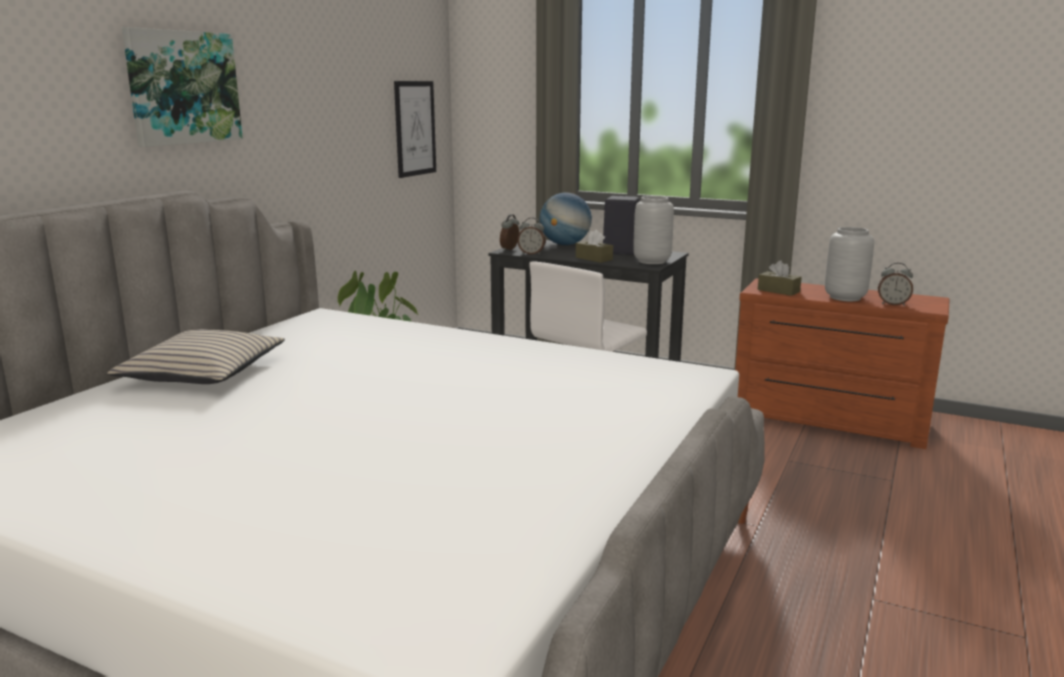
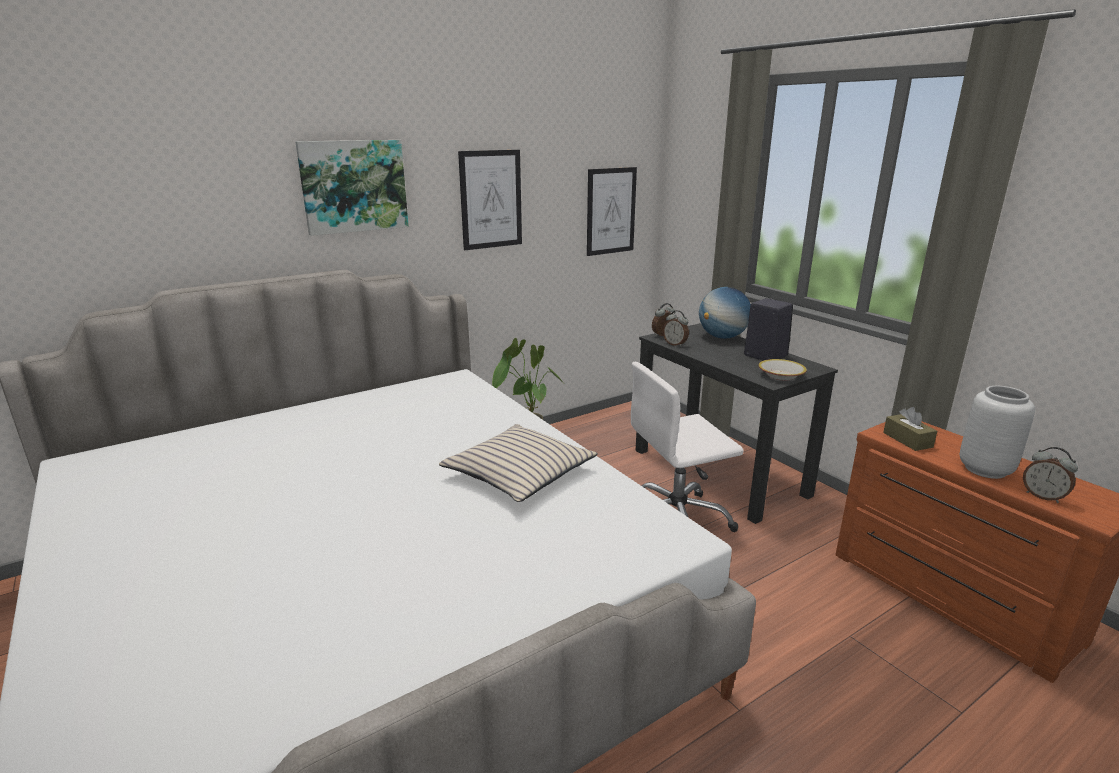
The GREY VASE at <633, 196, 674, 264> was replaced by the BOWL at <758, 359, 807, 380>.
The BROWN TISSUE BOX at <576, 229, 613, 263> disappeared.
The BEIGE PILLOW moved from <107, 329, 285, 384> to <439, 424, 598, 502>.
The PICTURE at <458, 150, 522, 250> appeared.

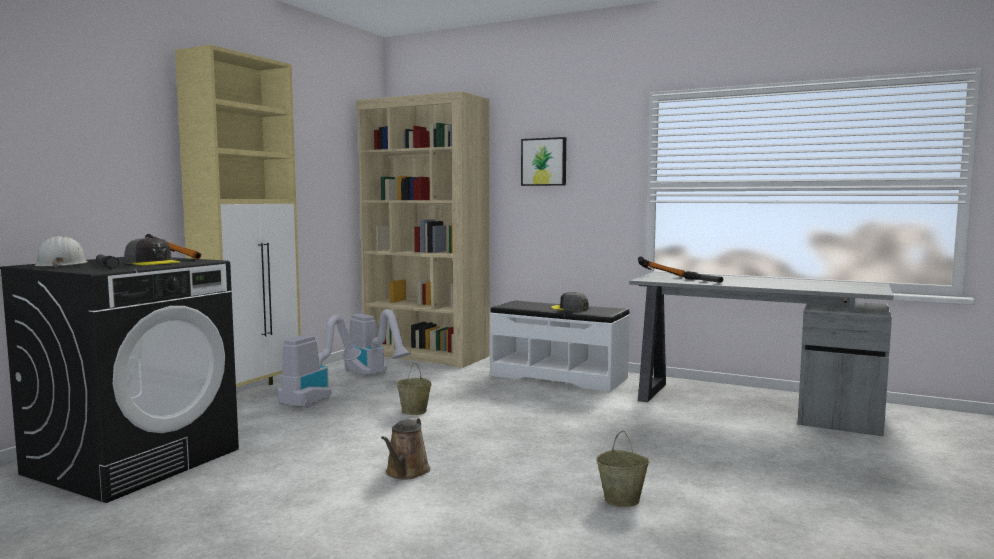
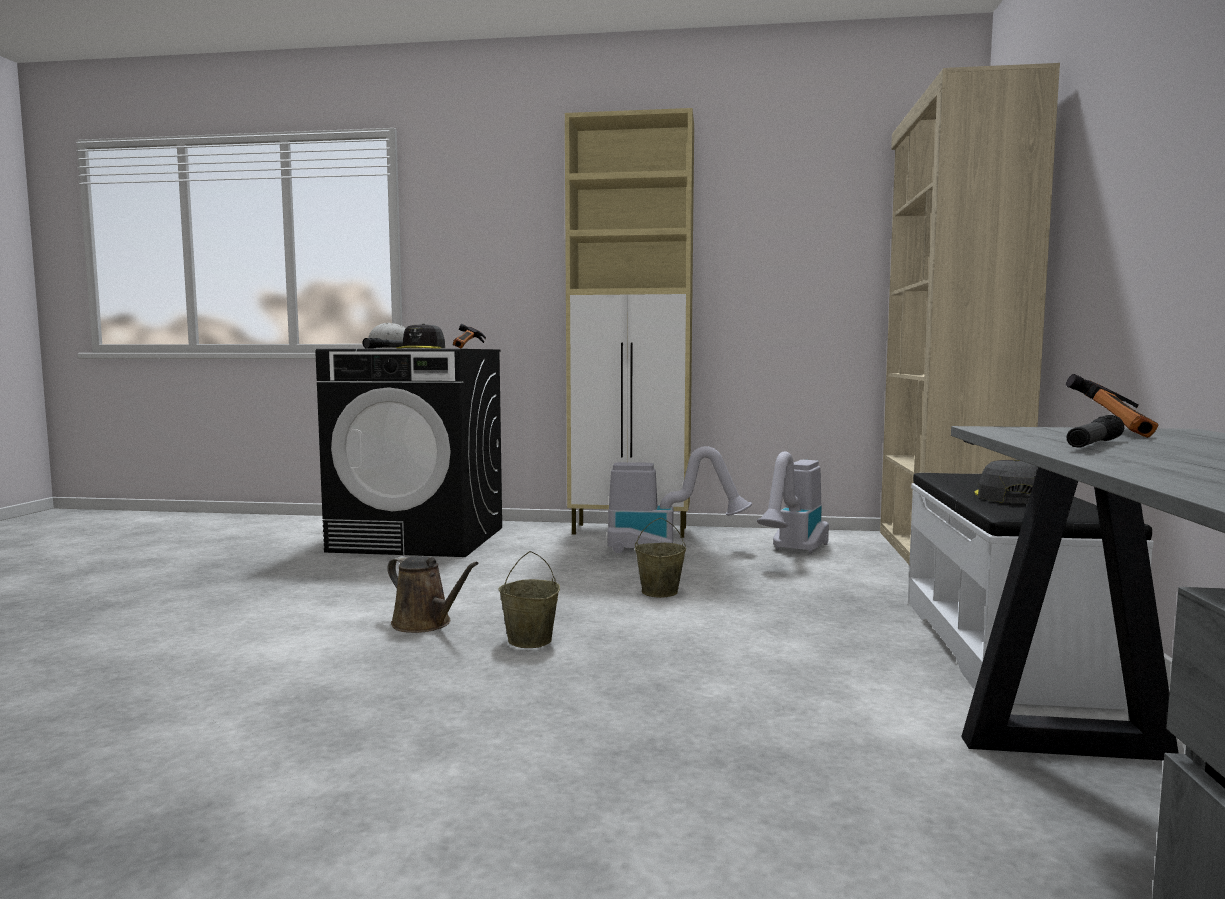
The PICTURE at <521, 137, 566, 186> disappeared.
The BROWN WATERING CAN at <381, 418, 430, 479> turned 135 degrees counterclockwise.
The BEIGE BUCKET moved from <596, 431, 650, 507> to <498, 551, 560, 648>.

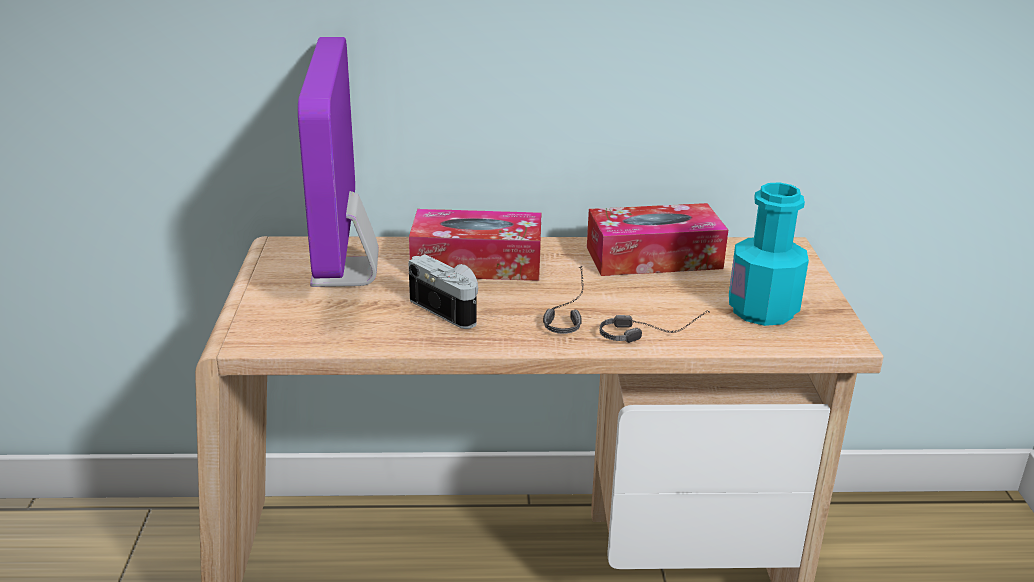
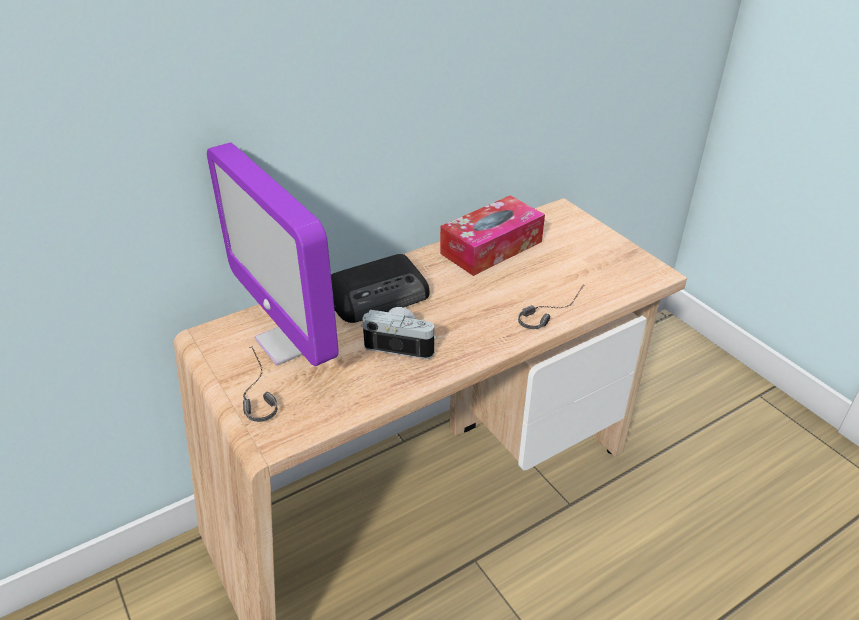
The TURQUOISE BOTTLE at <729, 182, 809, 326> disappeared.
The TISSUE BOX at <409, 209, 541, 281> was replaced by the RADIO at <331, 254, 430, 323>.
The HEADPHONES moved from <543, 266, 584, 334> to <243, 346, 277, 422>.

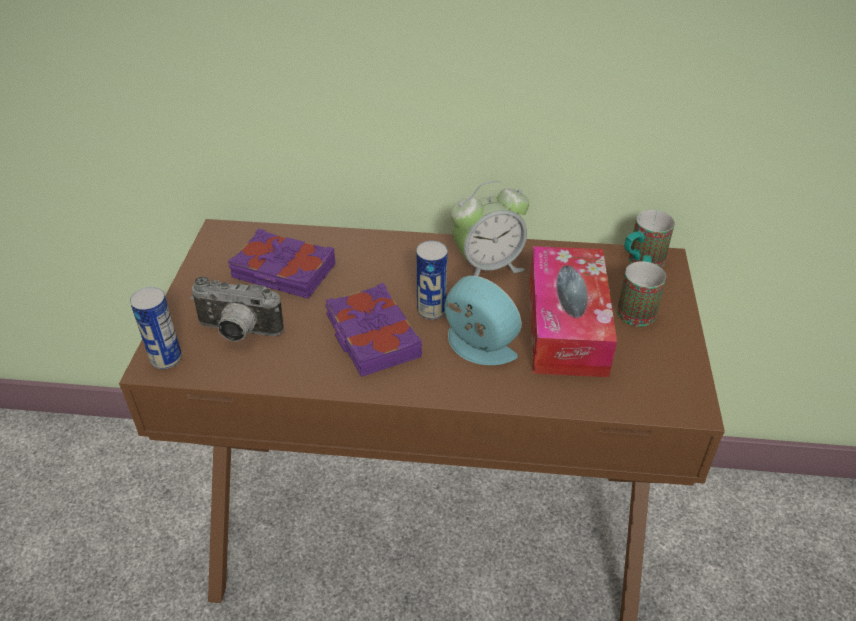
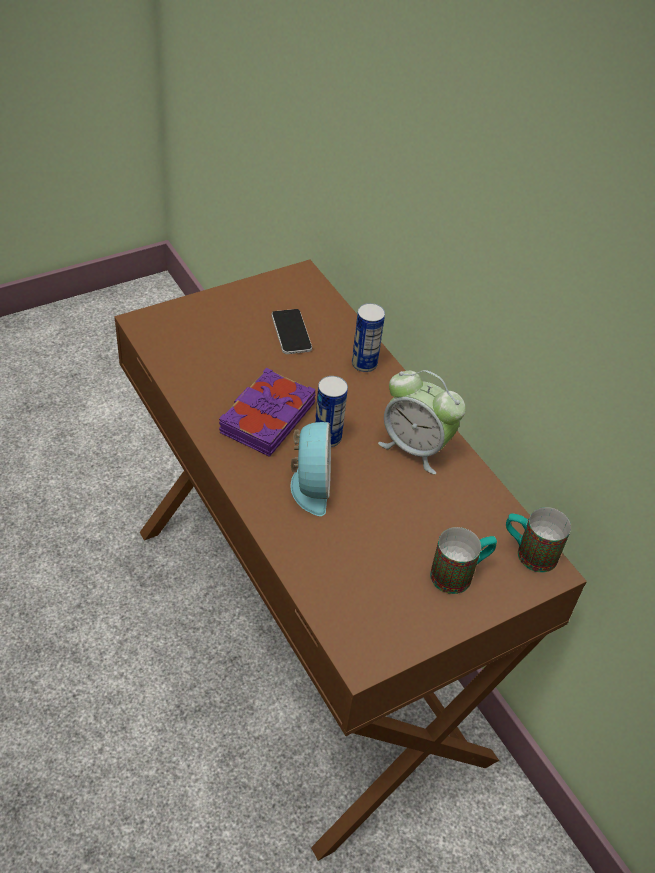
The PURPLE BOOK at <228, 229, 335, 299> was replaced by the PHONE at <271, 309, 312, 354>.
The TISSUE BOX at <529, 246, 617, 377> disappeared.
The PHOTO CAMERA at <190, 276, 284, 341> disappeared.
The CAN moved from <130, 287, 182, 369> to <352, 303, 385, 372>.

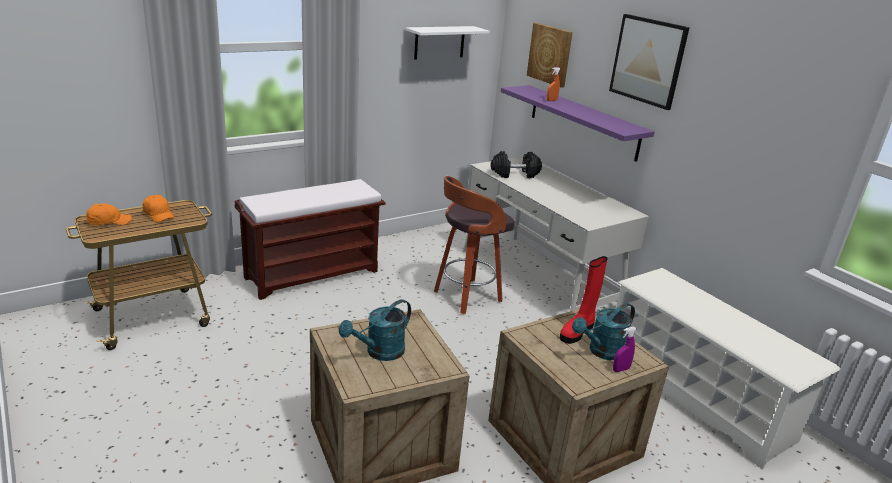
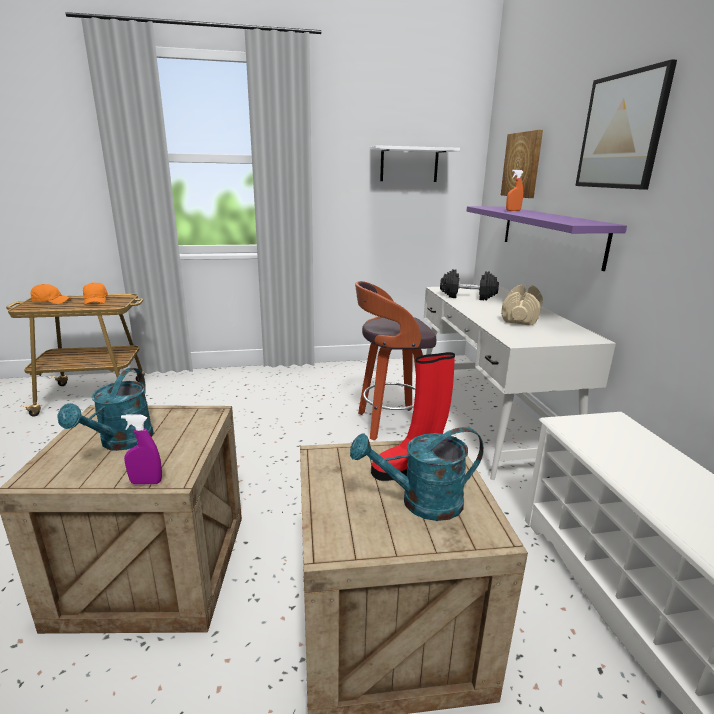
The BROWN BENCH at <235, 179, 386, 300> disappeared.
The TURQUOISE WATERING CAN at <339, 299, 411, 361> turned 60 degrees counterclockwise.
The PURPLE SPRAY BOTTLE moved from <613, 326, 637, 372> to <121, 414, 162, 485>.
The BEIGE DUMBBELL at <501, 284, 543, 326> appeared.

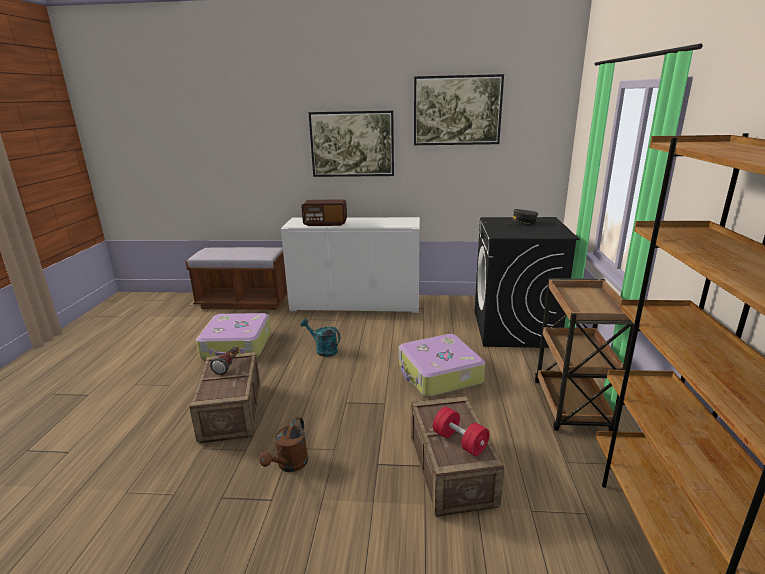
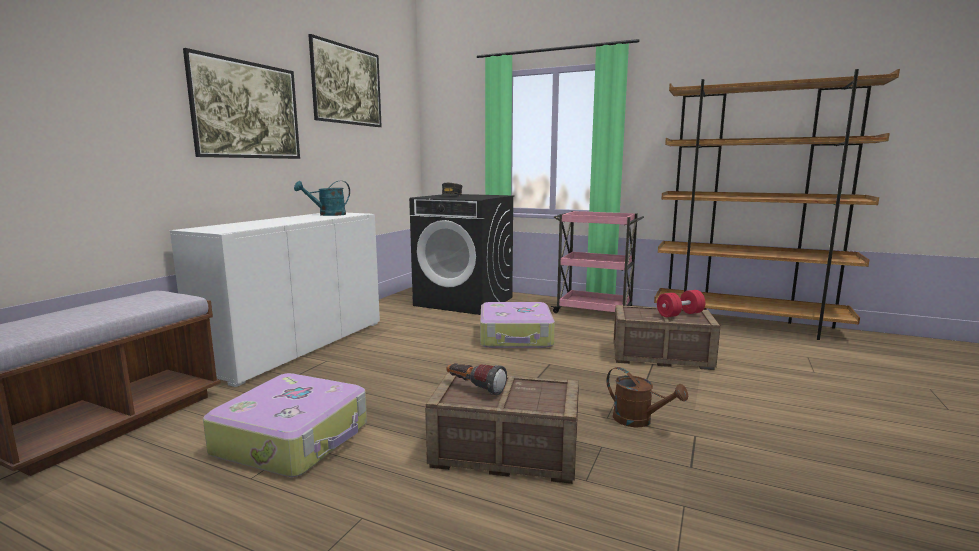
The RADIO at <301, 199, 347, 226> disappeared.
The BROWN CART at <535, 278, 634, 431> became the PINK CART at <551, 211, 644, 313>.
The TURQUOISE WATERING CAN moved from <300, 319, 340, 357> to <294, 181, 350, 216>.

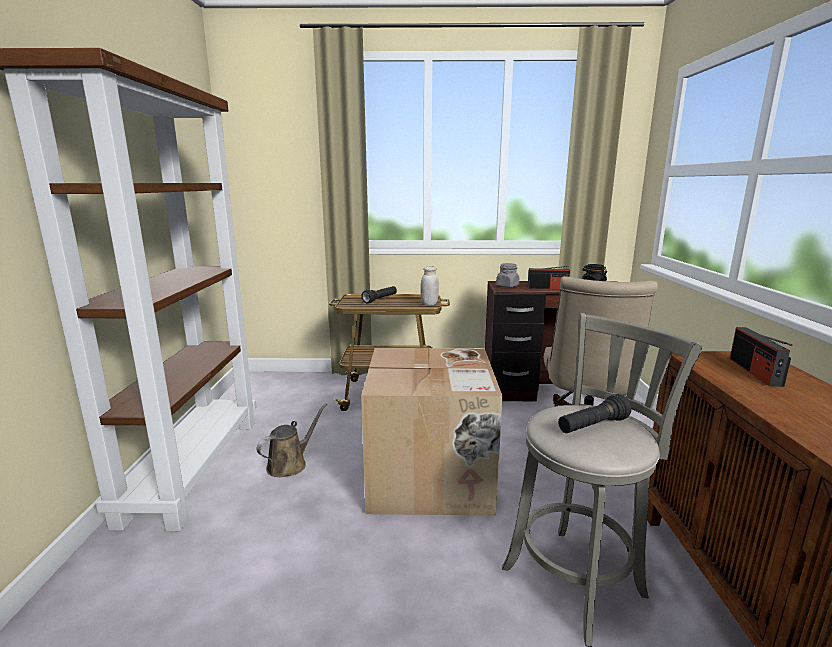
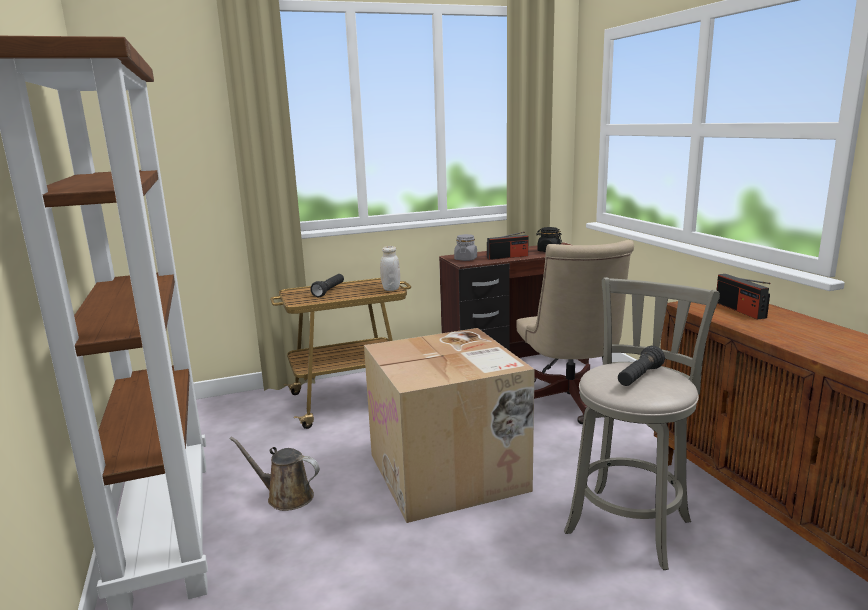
The BROWN WATERING CAN at <257, 403, 327, 477> turned 90 degrees counterclockwise.

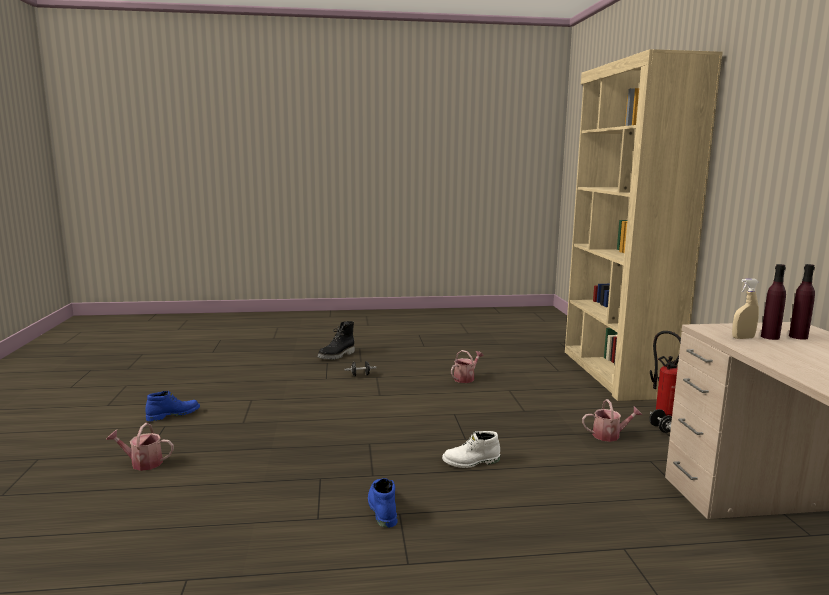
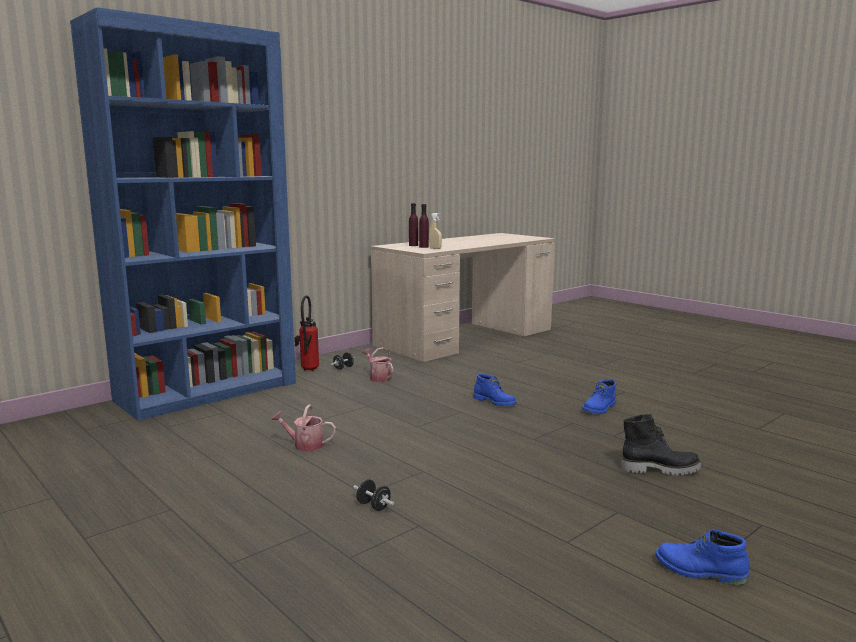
The BEIGE BOOKCASE at <565, 49, 723, 401> became the BLUE BOOKCASE at <70, 7, 296, 420>.
The BLACK BOOT moved from <318, 321, 355, 360> to <621, 414, 701, 476>.
The WATERING CAN at <106, 423, 174, 471> disappeared.
The WHITE BOOT at <442, 431, 500, 468> became the BLUE BOOT at <473, 374, 517, 406>.

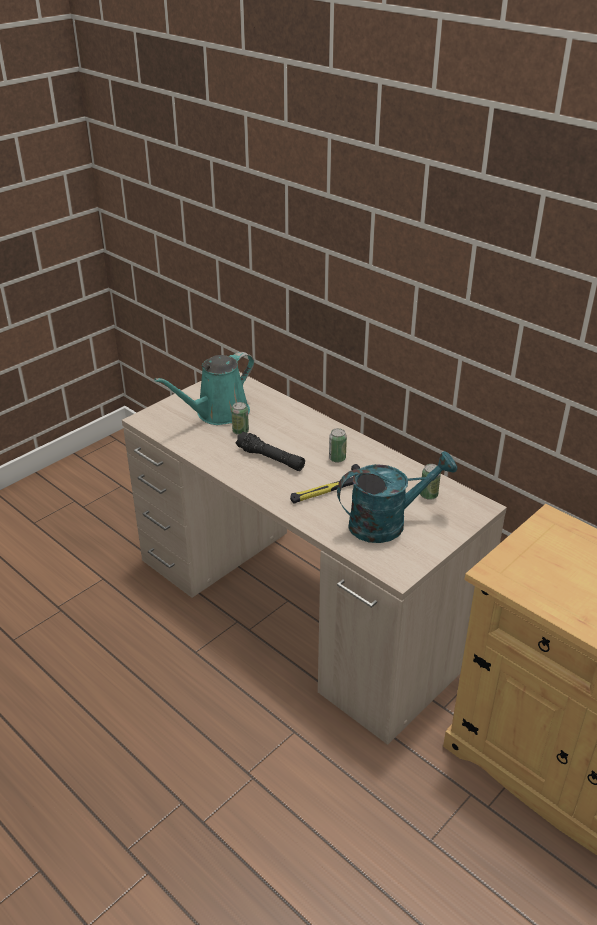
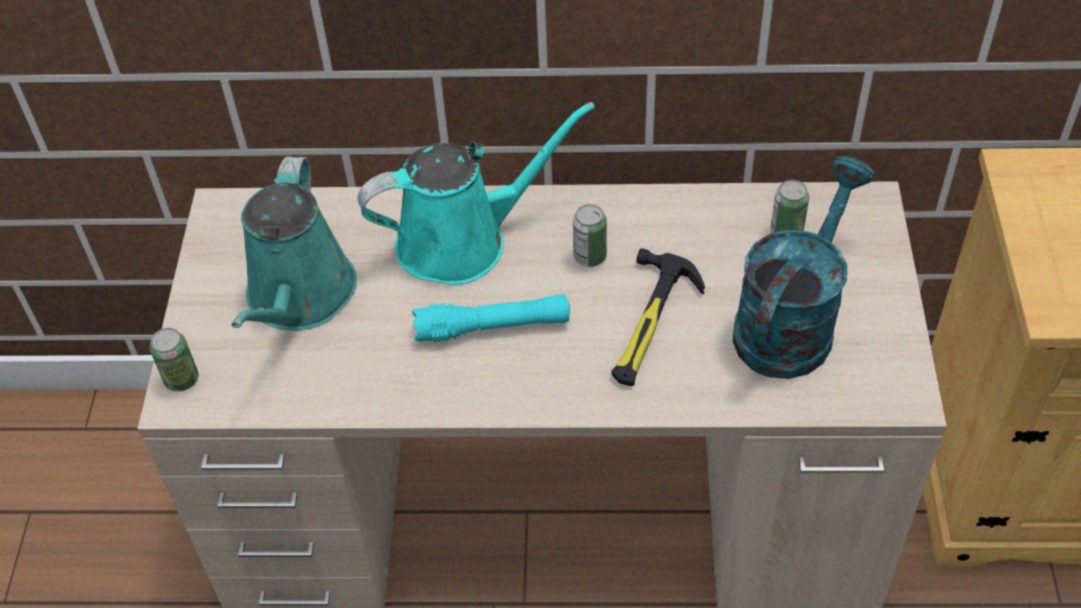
The CAN moved from <231, 402, 249, 435> to <150, 328, 198, 392>.
The BLACK FLASHLIGHT at <235, 431, 305, 471> became the TURQUOISE FLASHLIGHT at <412, 294, 570, 342>.
The TURQUOISE WATERING CAN at <358, 102, 595, 285> appeared.

